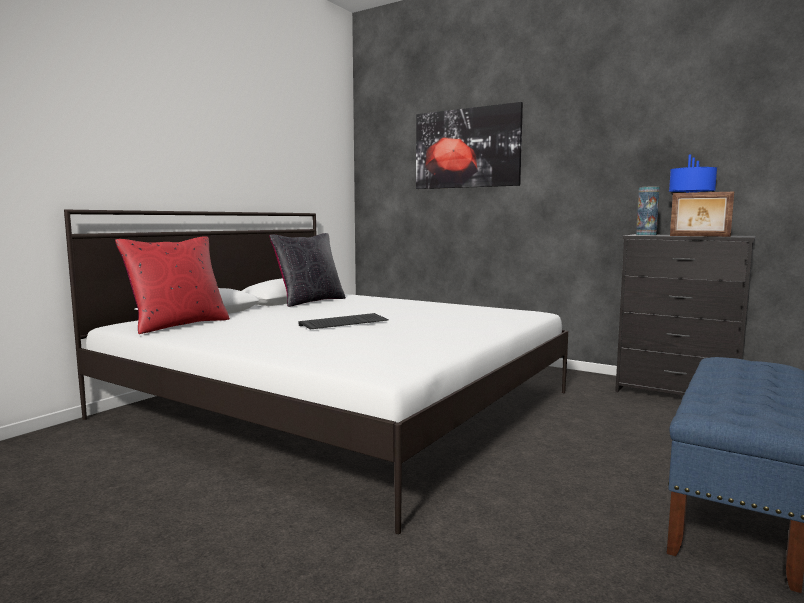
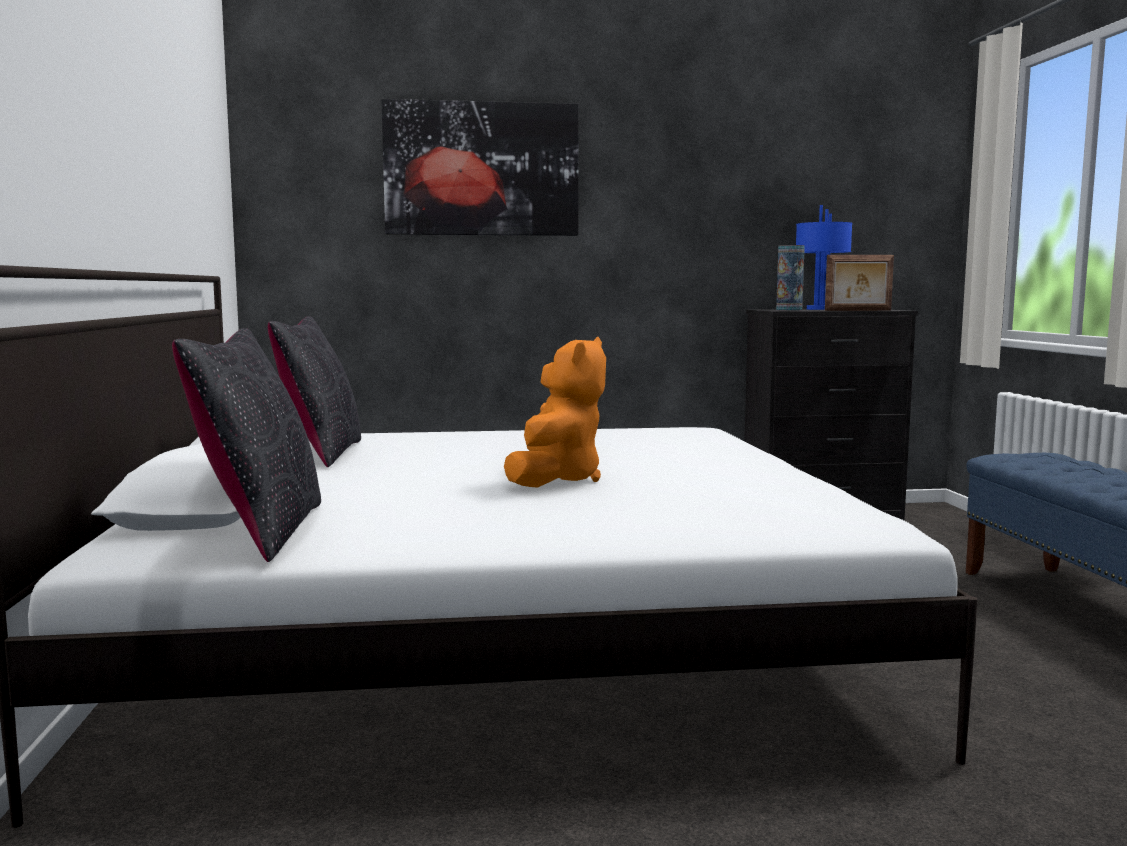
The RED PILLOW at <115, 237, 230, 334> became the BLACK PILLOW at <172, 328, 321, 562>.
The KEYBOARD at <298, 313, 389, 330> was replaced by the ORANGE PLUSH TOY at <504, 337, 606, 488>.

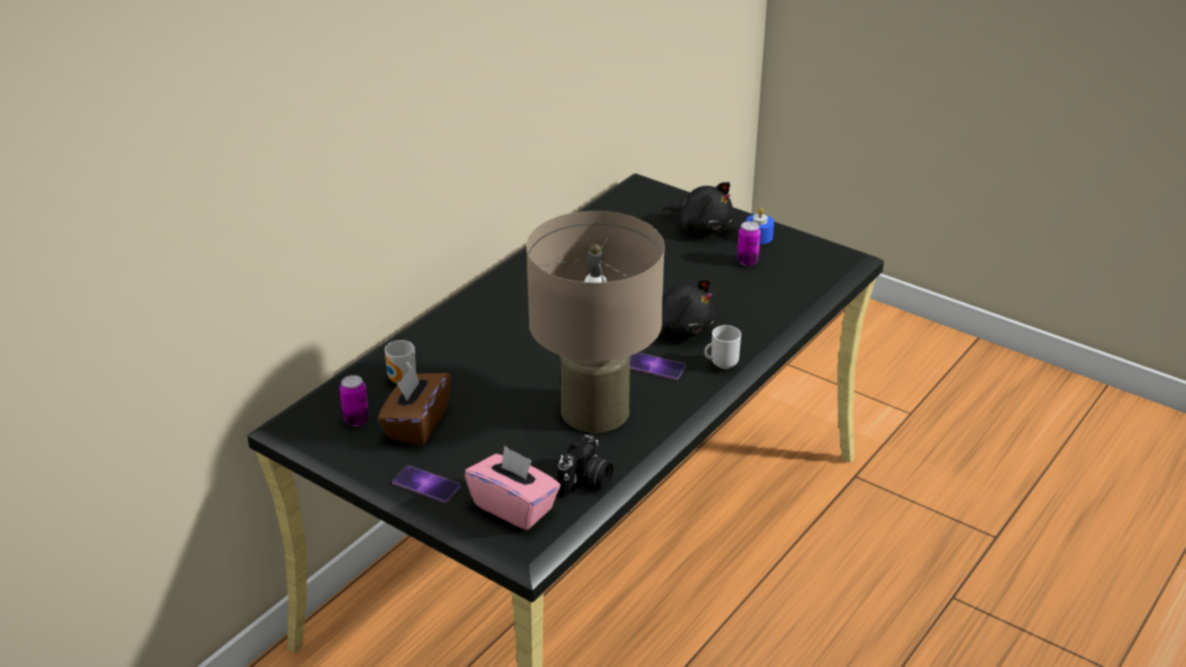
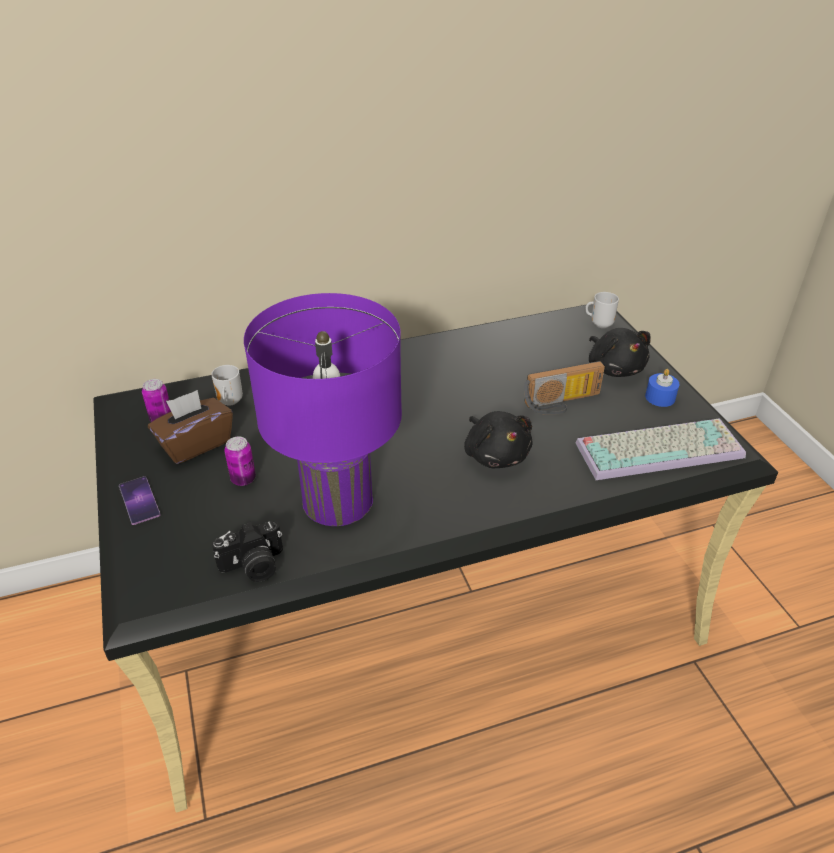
The BEIGE TABLE LAMP at <526, 211, 665, 433> became the PURPLE TABLE LAMP at <244, 293, 402, 526>.
The CAN moved from <737, 221, 761, 266> to <224, 436, 256, 486>.
The MUG moved from <704, 325, 741, 369> to <585, 292, 619, 328>.
The PHONE at <630, 353, 686, 380> disappeared.
The PINK TISSUE BOX at <465, 445, 561, 530> disappeared.
The RADIO at <524, 361, 605, 415> appeared.
The KEYBOARD at <576, 418, 746, 480> appeared.

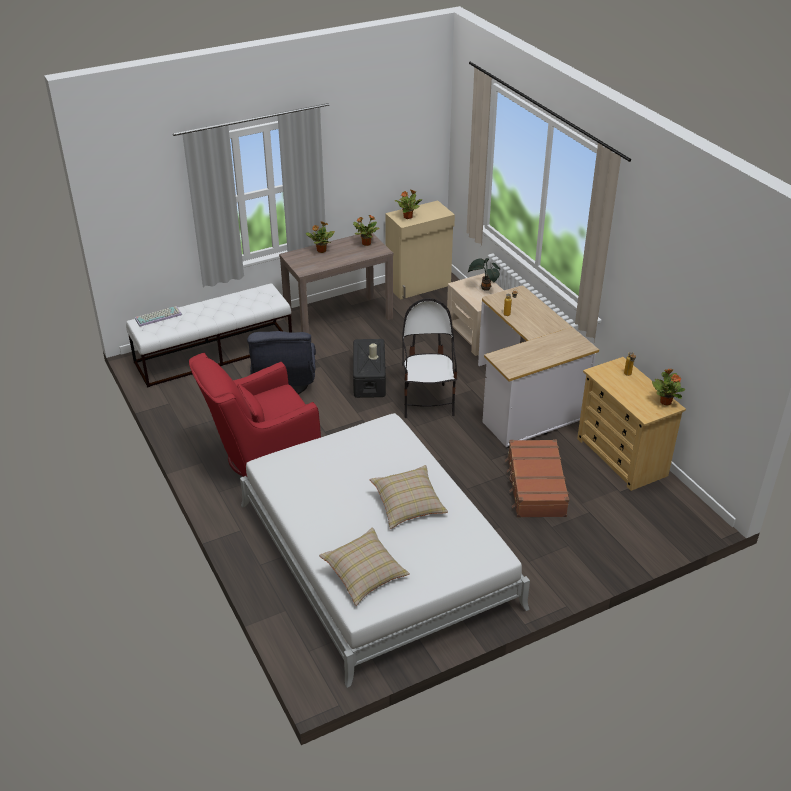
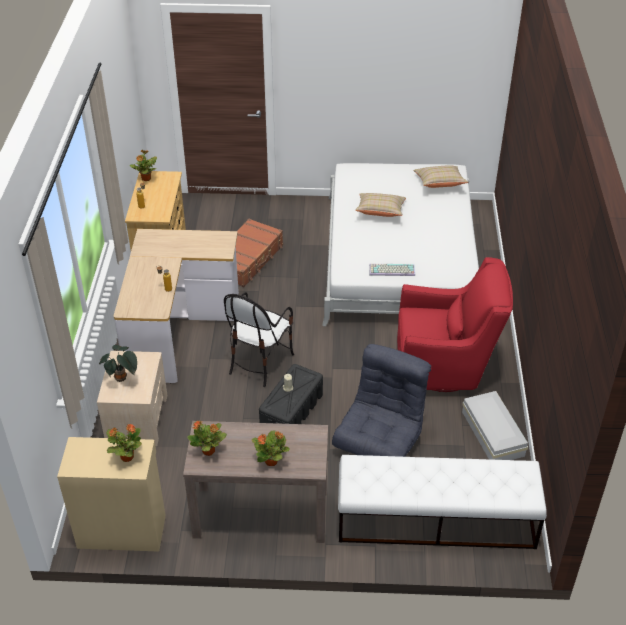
The KEYBOARD moved from <135, 306, 182, 327> to <369, 264, 415, 276>.
The WHITE STORAGE BOX at <462, 391, 528, 460> appeared.

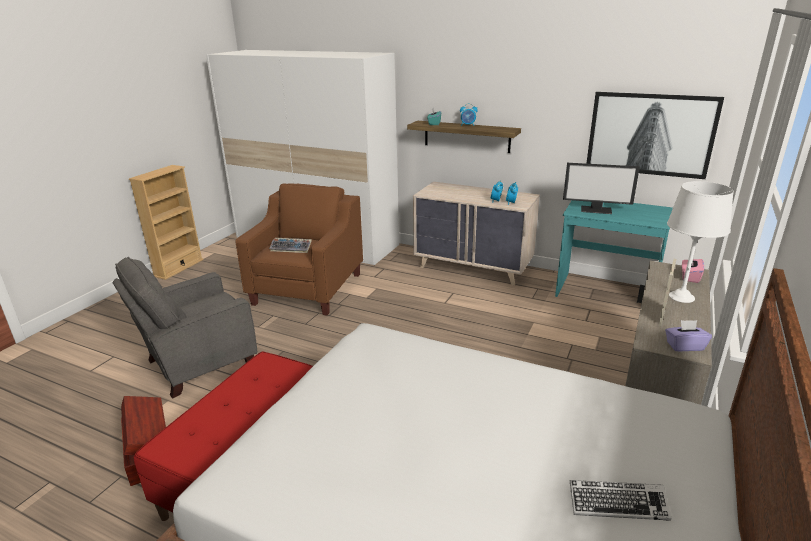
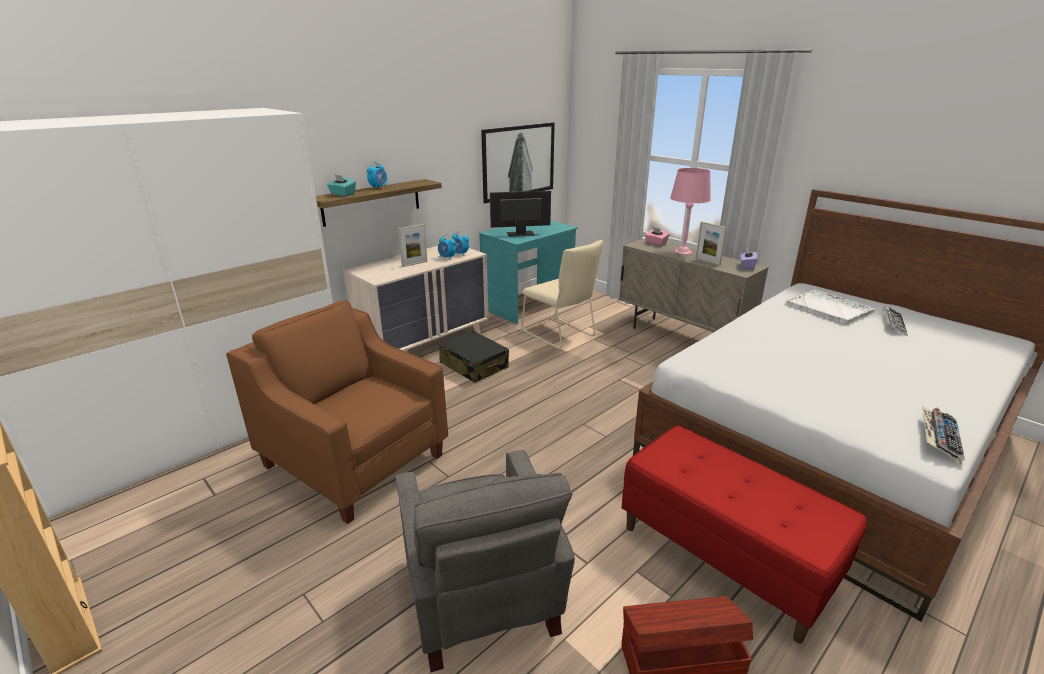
The MONITOR at <563, 163, 640, 214> turned 135 degrees counterclockwise.
The WHITE TABLE LAMP at <667, 181, 734, 303> became the PINK TABLE LAMP at <670, 168, 711, 254>.
The KEYBOARD moved from <269, 238, 312, 253> to <922, 406, 965, 464>.
The PICTURE FRAME at <398, 224, 427, 267> appeared.
The BEIGE CHAIR at <521, 240, 603, 349> appeared.
The WHITE TRAY at <785, 290, 875, 325> appeared.
The BLACK SUITCASE at <439, 330, 509, 383> appeared.

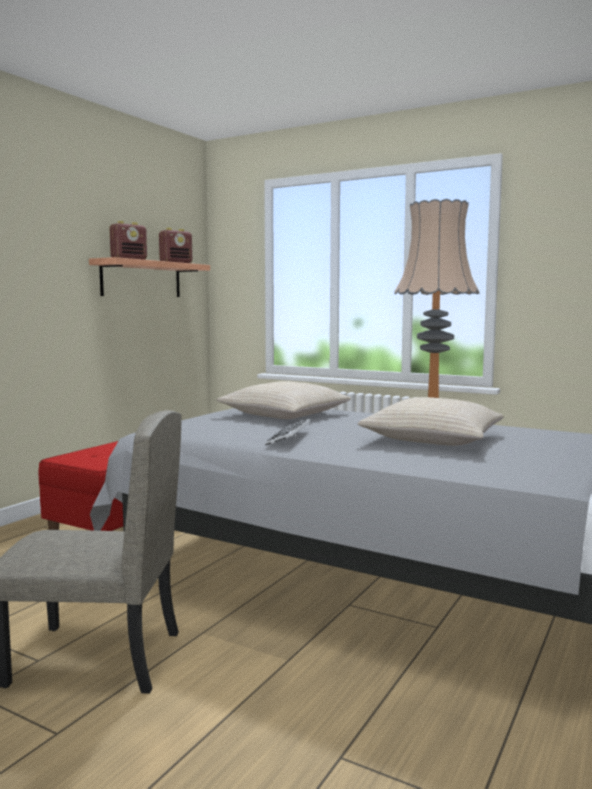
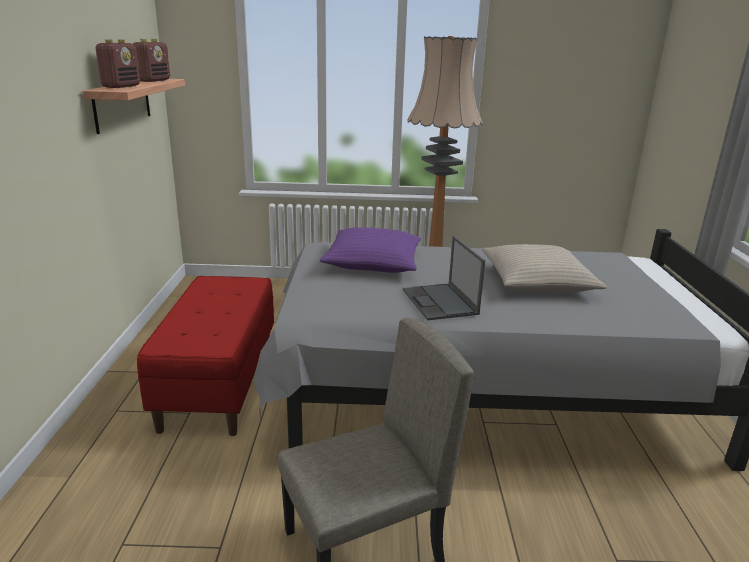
The BEIGE PILLOW at <216, 381, 351, 419> became the PURPLE PILLOW at <320, 227, 421, 273>.
The KEYBOARD at <265, 418, 311, 446> was replaced by the LAPTOP at <403, 236, 485, 320>.

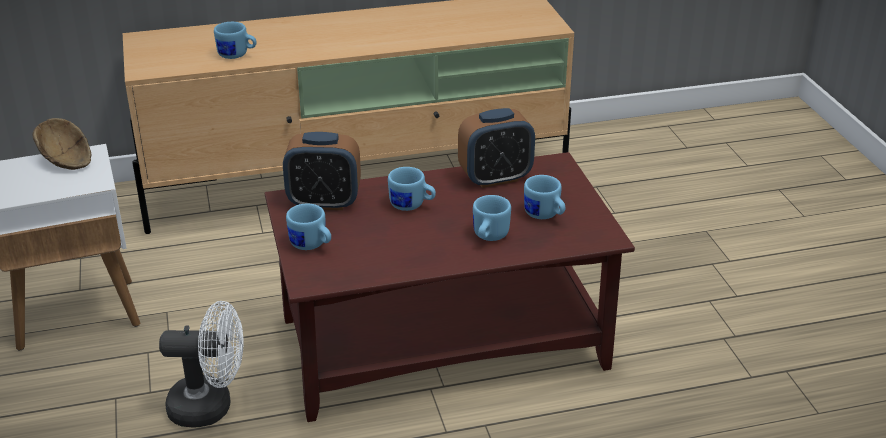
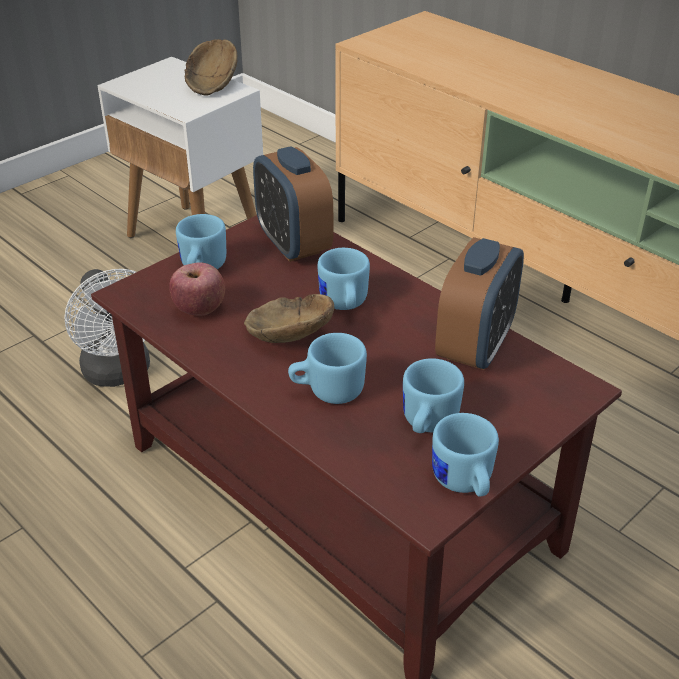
The BLUE MUG moved from <214, 22, 257, 59> to <432, 413, 499, 497>.
The ALARM CLOCK at <458, 108, 535, 188> turned 105 degrees counterclockwise.
The APPLE at <169, 263, 225, 316> appeared.
The BROWN BOWL at <244, 294, 334, 343> appeared.

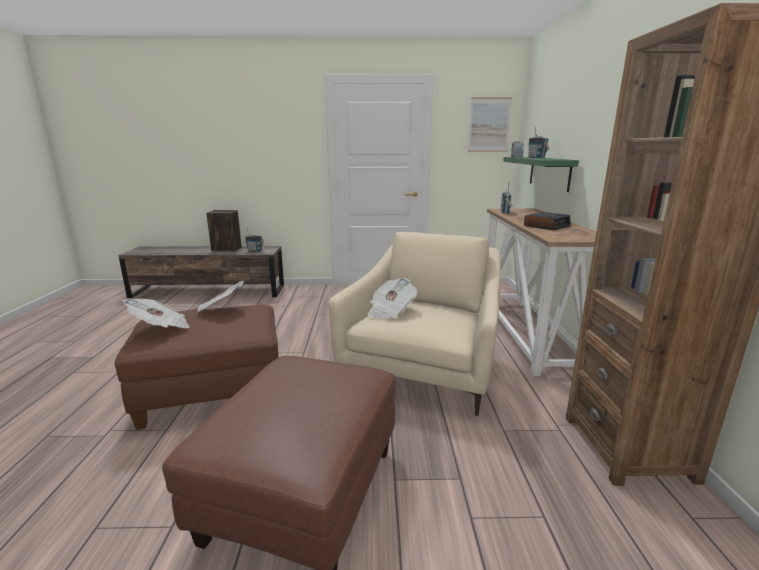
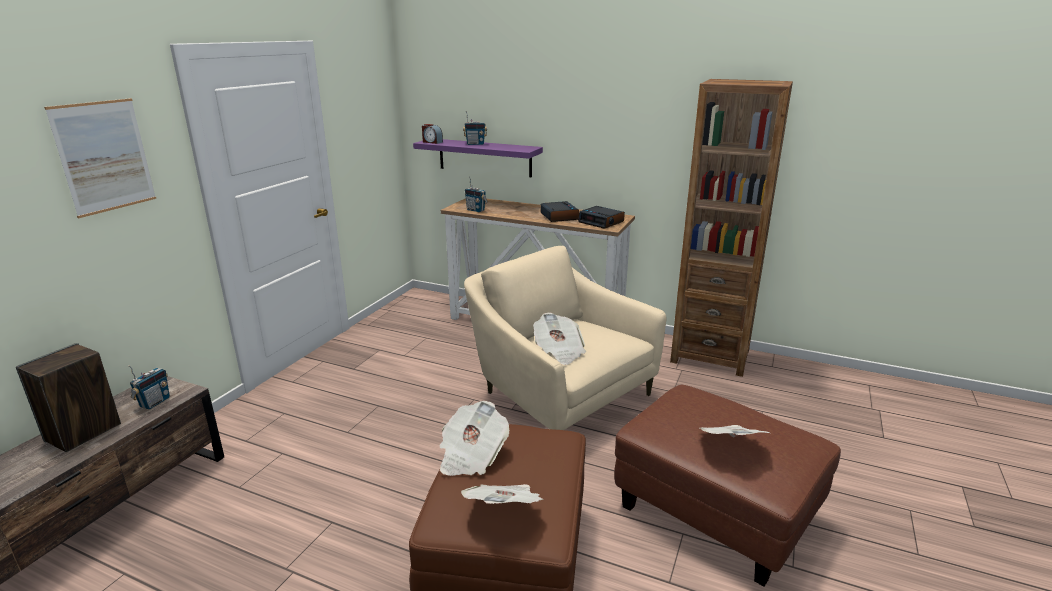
The PICTURE moved from <468, 98, 512, 152> to <44, 98, 156, 218>.
The GREEN SHELF at <503, 157, 579, 192> became the PURPLE SHELF at <413, 139, 543, 177>.
The ALARM CLOCK at <578, 206, 625, 229> appeared.
The NEWSPAPER at <700, 425, 770, 437> appeared.

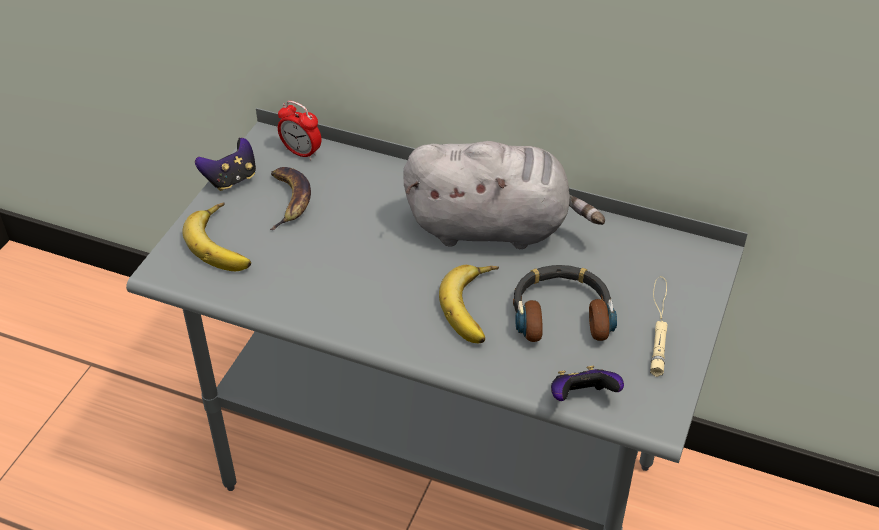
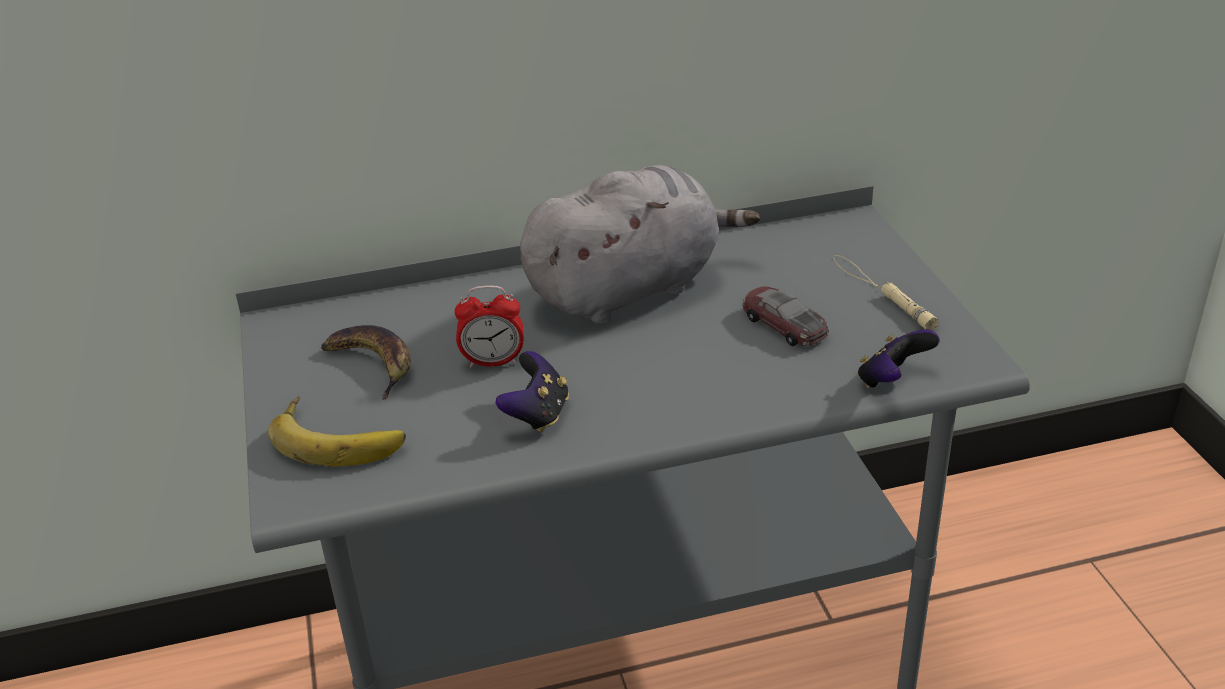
The ALARM CLOCK moved from <278, 101, 322, 160> to <454, 285, 524, 367>.
The GAME CONTROLLER moved from <195, 138, 256, 191> to <496, 351, 569, 432>.
The BANANA at <439, 265, 499, 343> disappeared.
The HEADPHONES at <513, 265, 617, 342> was replaced by the TOY CAR at <743, 286, 829, 346>.

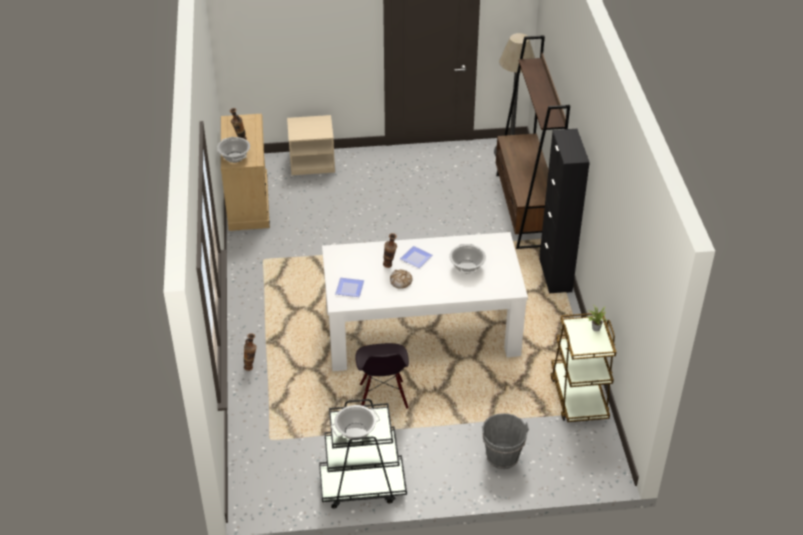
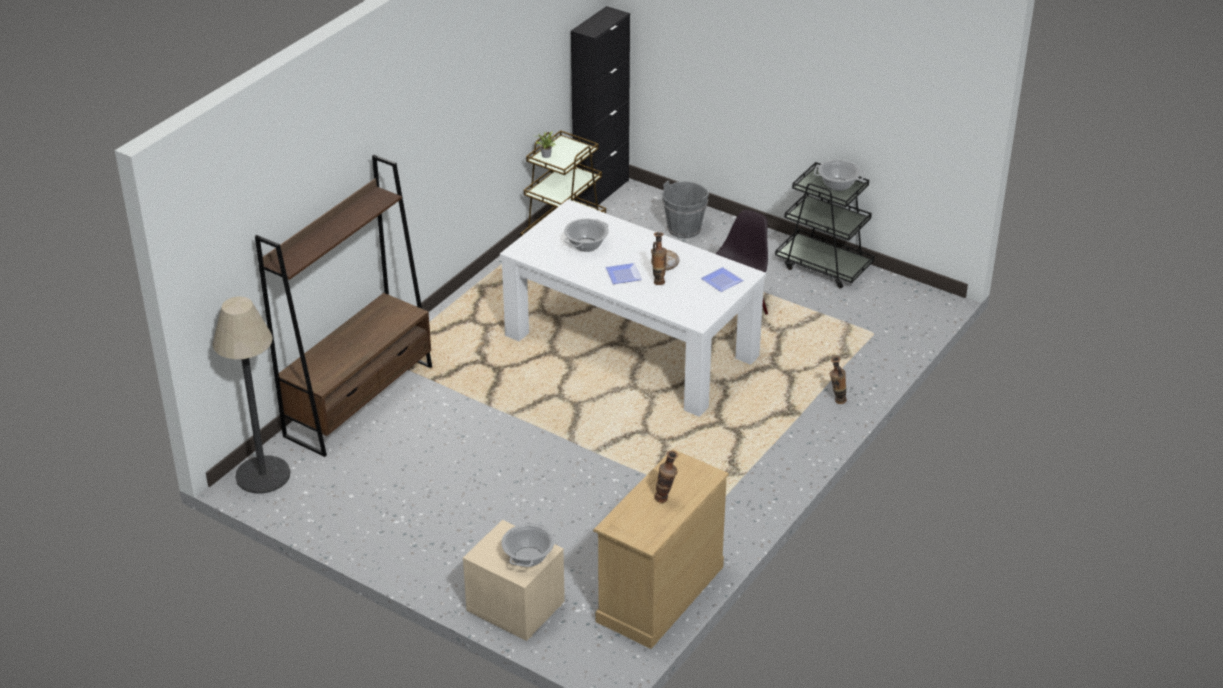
The BLACK CABINET moved from <539, 129, 590, 293> to <571, 6, 630, 208>.
The COOKING POT moved from <217, 137, 250, 163> to <501, 522, 554, 567>.

